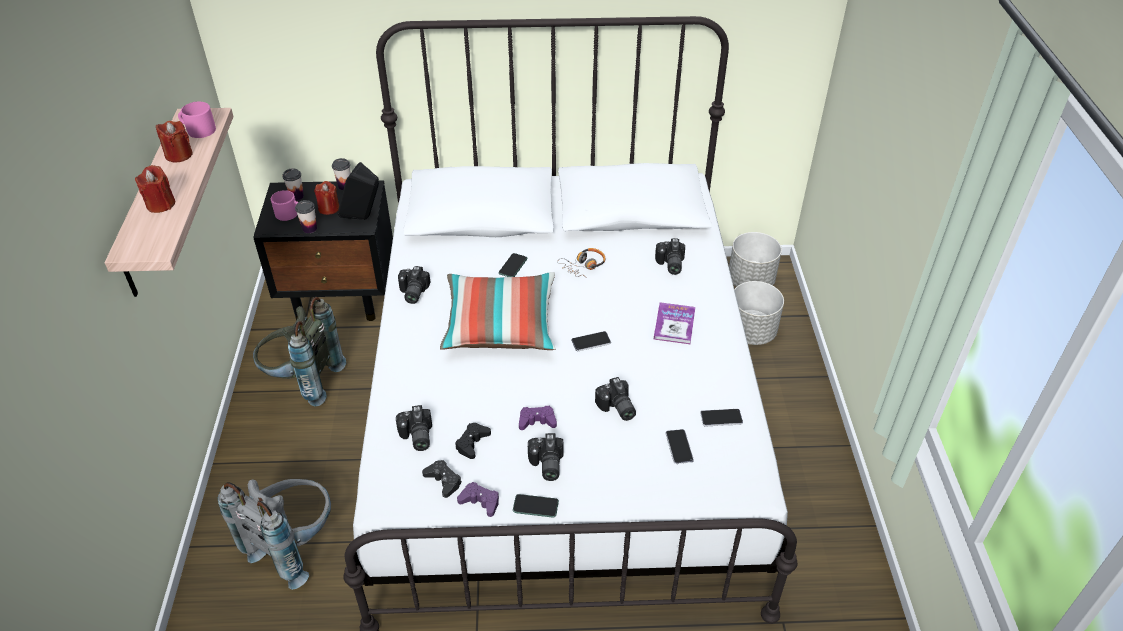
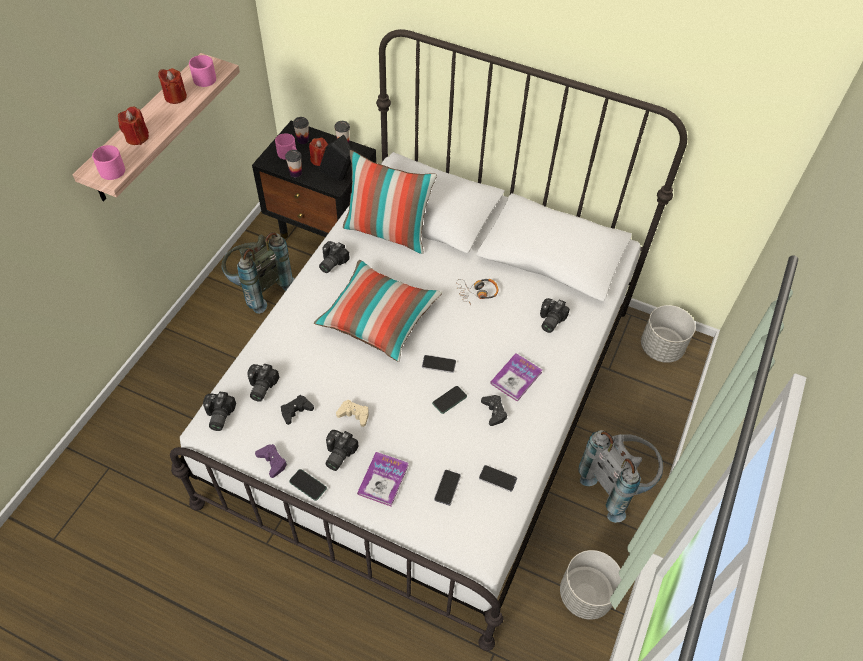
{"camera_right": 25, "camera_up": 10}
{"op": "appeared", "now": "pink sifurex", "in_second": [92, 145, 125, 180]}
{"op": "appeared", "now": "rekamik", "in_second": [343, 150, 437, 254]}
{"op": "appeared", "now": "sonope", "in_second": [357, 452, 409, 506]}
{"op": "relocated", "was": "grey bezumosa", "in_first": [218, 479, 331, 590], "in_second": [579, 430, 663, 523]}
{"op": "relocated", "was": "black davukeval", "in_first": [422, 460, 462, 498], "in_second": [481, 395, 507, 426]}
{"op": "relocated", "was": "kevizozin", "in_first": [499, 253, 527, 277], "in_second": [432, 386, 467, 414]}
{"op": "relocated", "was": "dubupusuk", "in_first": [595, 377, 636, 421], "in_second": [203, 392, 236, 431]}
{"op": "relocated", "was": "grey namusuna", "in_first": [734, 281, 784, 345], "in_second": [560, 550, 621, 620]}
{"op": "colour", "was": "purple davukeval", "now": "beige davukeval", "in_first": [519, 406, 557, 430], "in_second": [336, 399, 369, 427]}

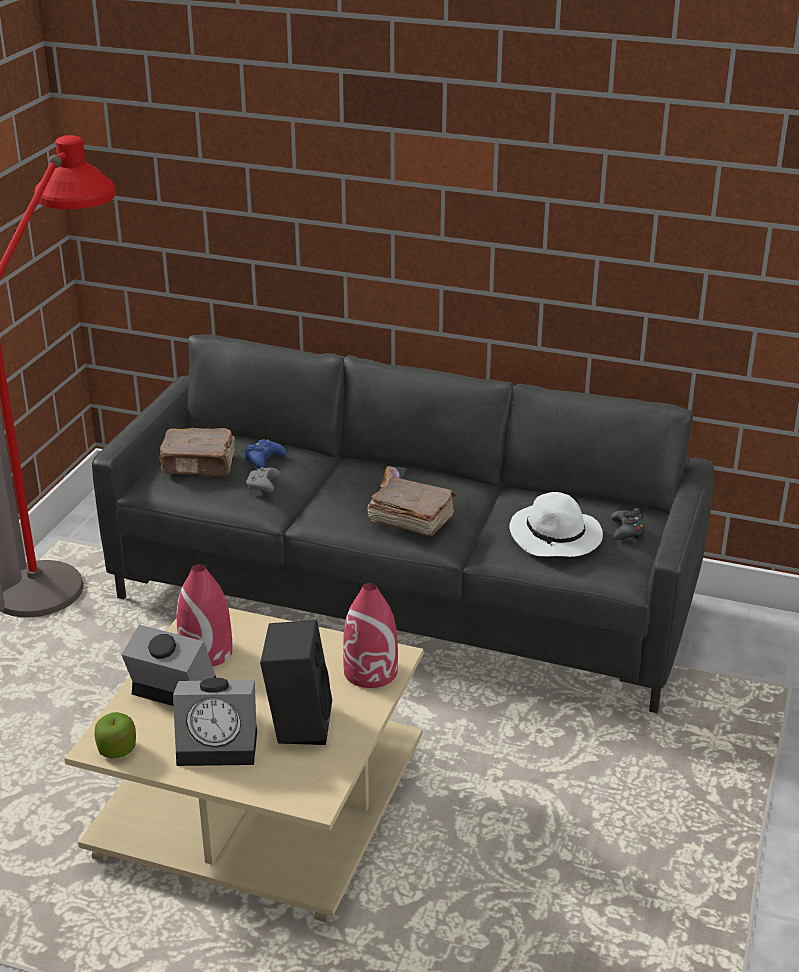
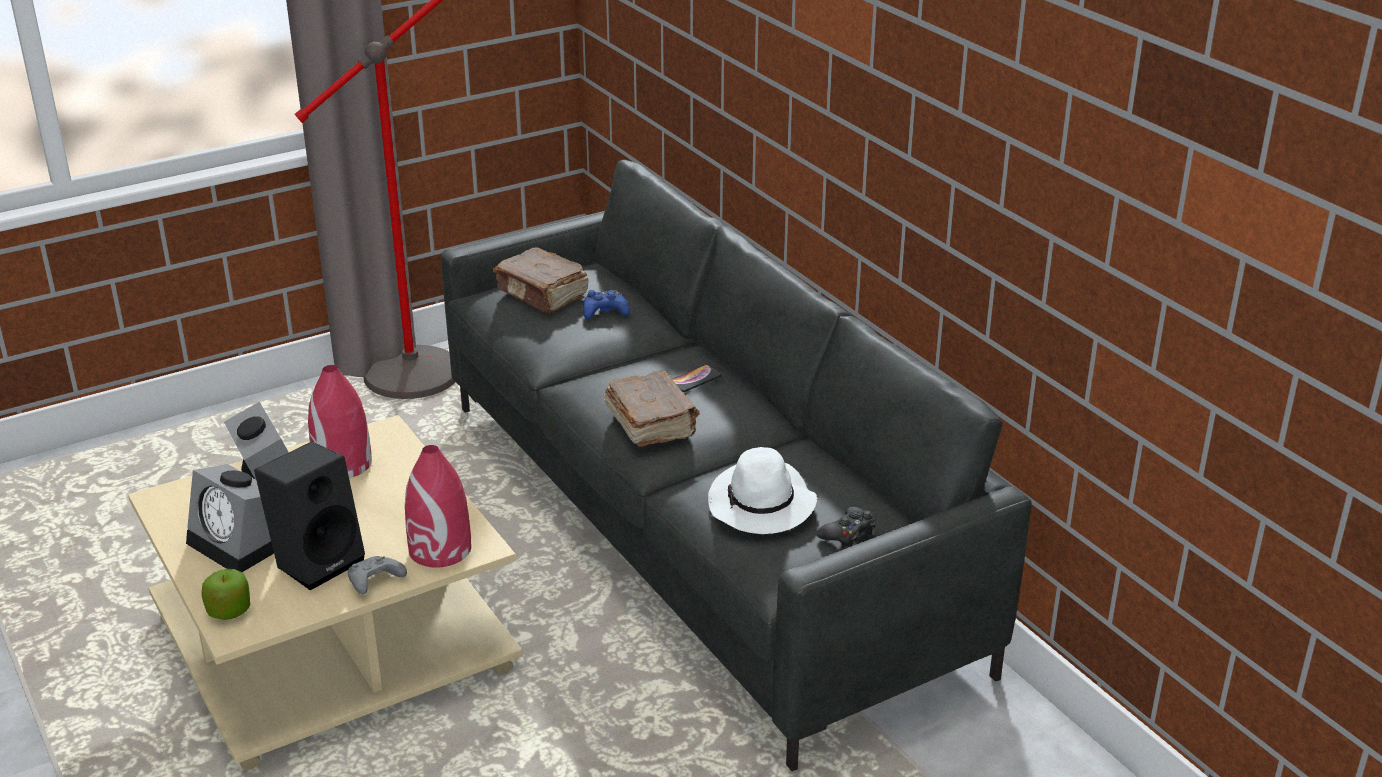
{"camera_right": 40, "camera_up": 0}
{"op": "relocated", "was": "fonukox", "in_first": [94, 712, 136, 759], "in_second": [201, 569, 250, 620]}
{"op": "relocated", "was": "grey davukeval", "in_first": [246, 467, 280, 492], "in_second": [348, 556, 407, 594]}

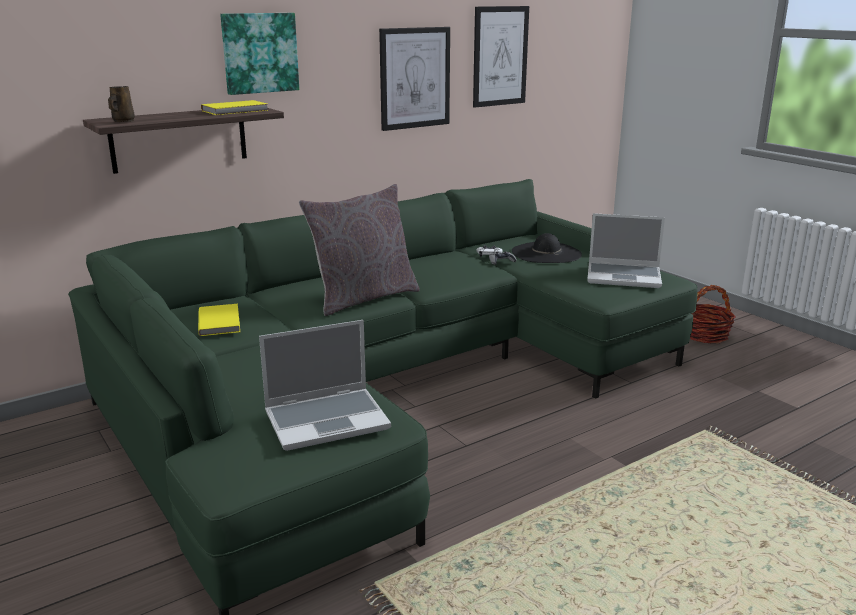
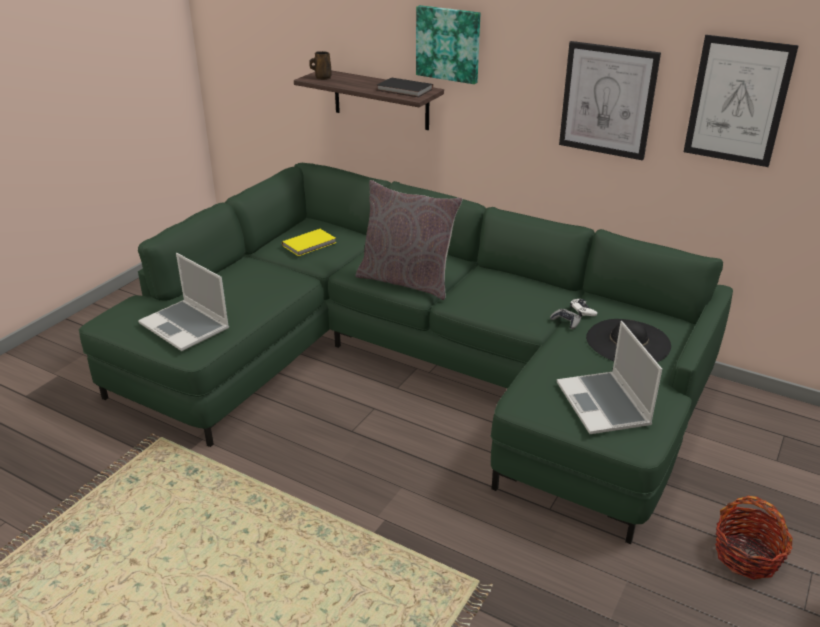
{"camera_right": 65, "camera_up": 10}
{"op": "colour", "was": "yellow sonope", "now": "black sonope", "in_first": [201, 100, 269, 115], "in_second": [377, 77, 433, 97]}

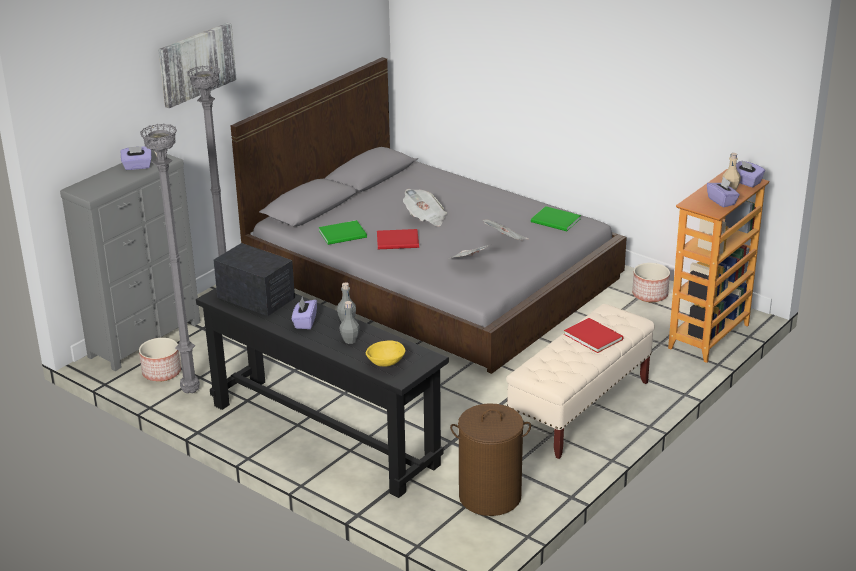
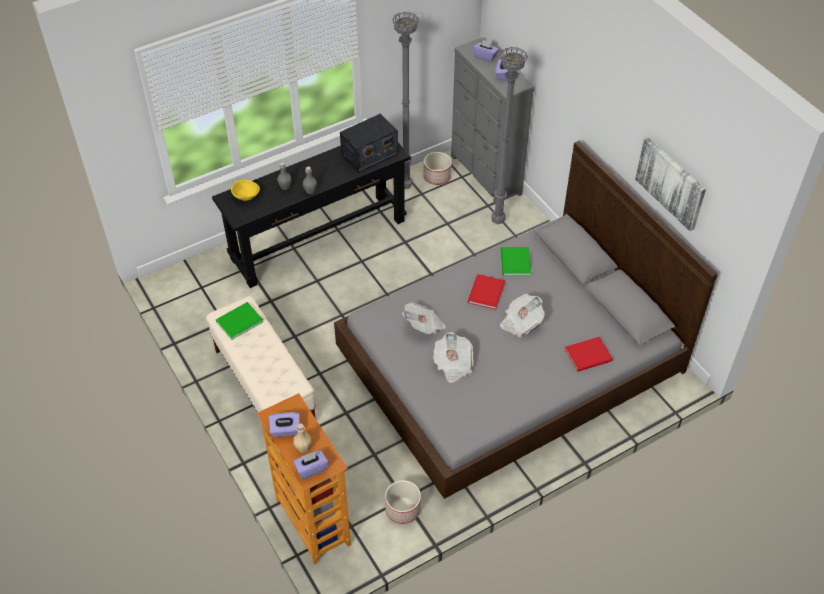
{"camera_right": 110, "camera_up": 20}
{"op": "missing", "was": "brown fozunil", "in_first": [450, 403, 531, 516]}
{"op": "relocated", "was": "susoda", "in_first": [158, 23, 237, 108], "in_second": [635, 137, 706, 231]}
{"op": "relocated", "was": "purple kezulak", "in_first": [292, 297, 317, 329], "in_second": [473, 40, 499, 62]}
{"op": "relocated", "was": "green sonope", "in_first": [531, 206, 581, 231], "in_second": [216, 302, 263, 340]}
{"op": "relocated", "was": "red sonope", "in_first": [564, 318, 624, 353], "in_second": [565, 337, 613, 372]}

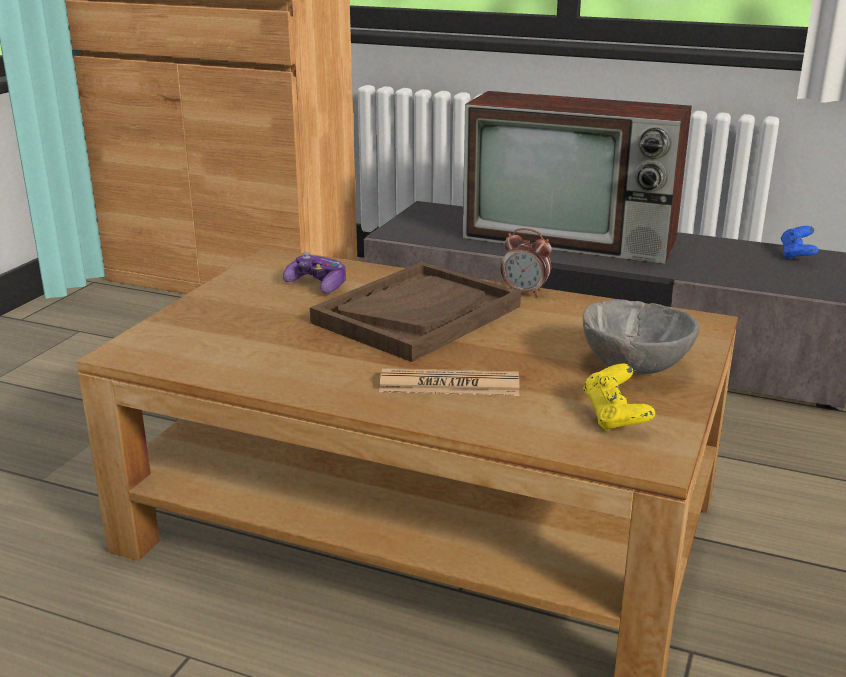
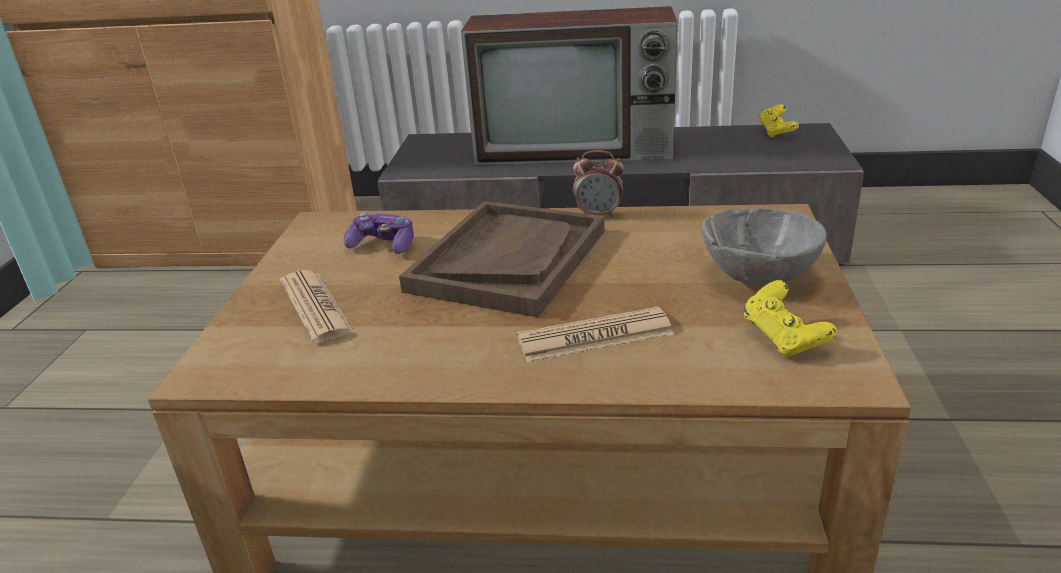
{"camera_right": -15, "camera_up": 5}
{"op": "appeared", "now": "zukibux", "in_second": [280, 270, 355, 343]}
{"op": "colour", "was": "blue davukeval", "now": "yellow davukeval", "in_first": [781, 226, 819, 259], "in_second": [759, 104, 799, 138]}

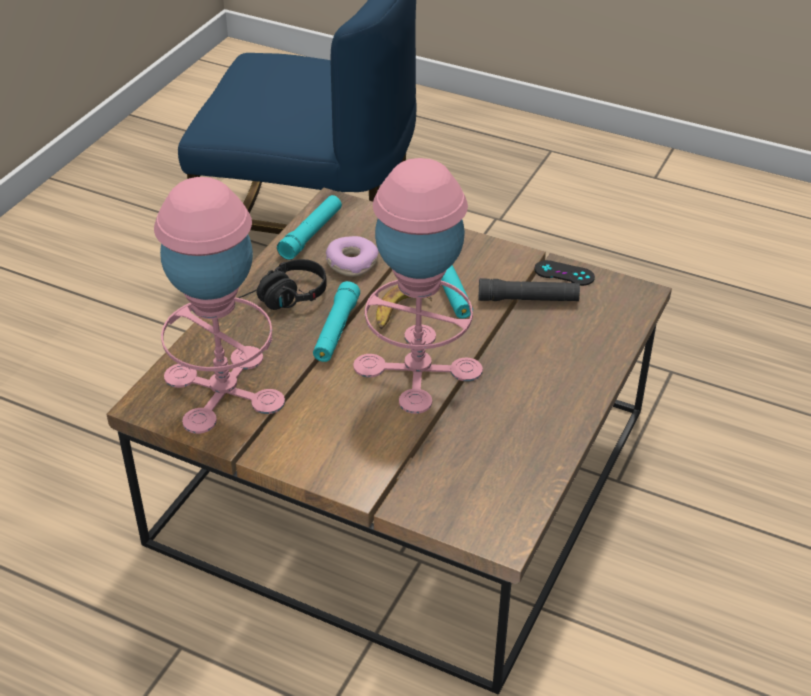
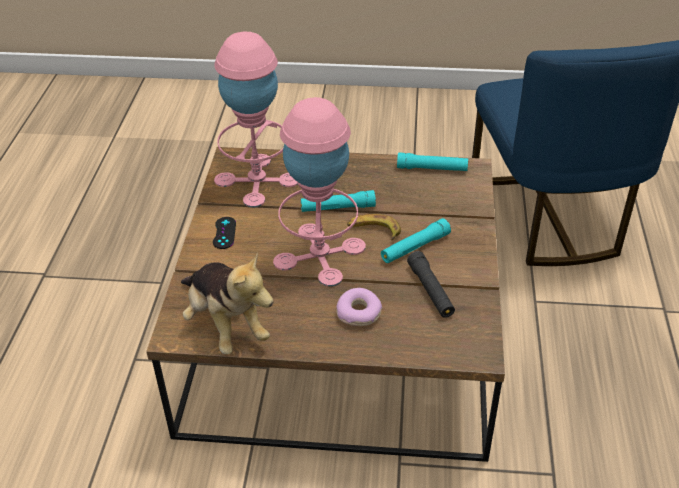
{"camera_right": 70, "camera_up": 0}
{"op": "missing", "was": "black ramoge", "in_first": [238, 259, 327, 310]}
{"op": "appeared", "now": "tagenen", "in_second": [181, 253, 273, 354]}
{"op": "relocated", "was": "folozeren", "in_first": [326, 236, 378, 277], "in_second": [336, 288, 382, 326]}
{"op": "relocated", "was": "black davukeval", "in_first": [534, 260, 595, 286], "in_second": [213, 217, 236, 249]}

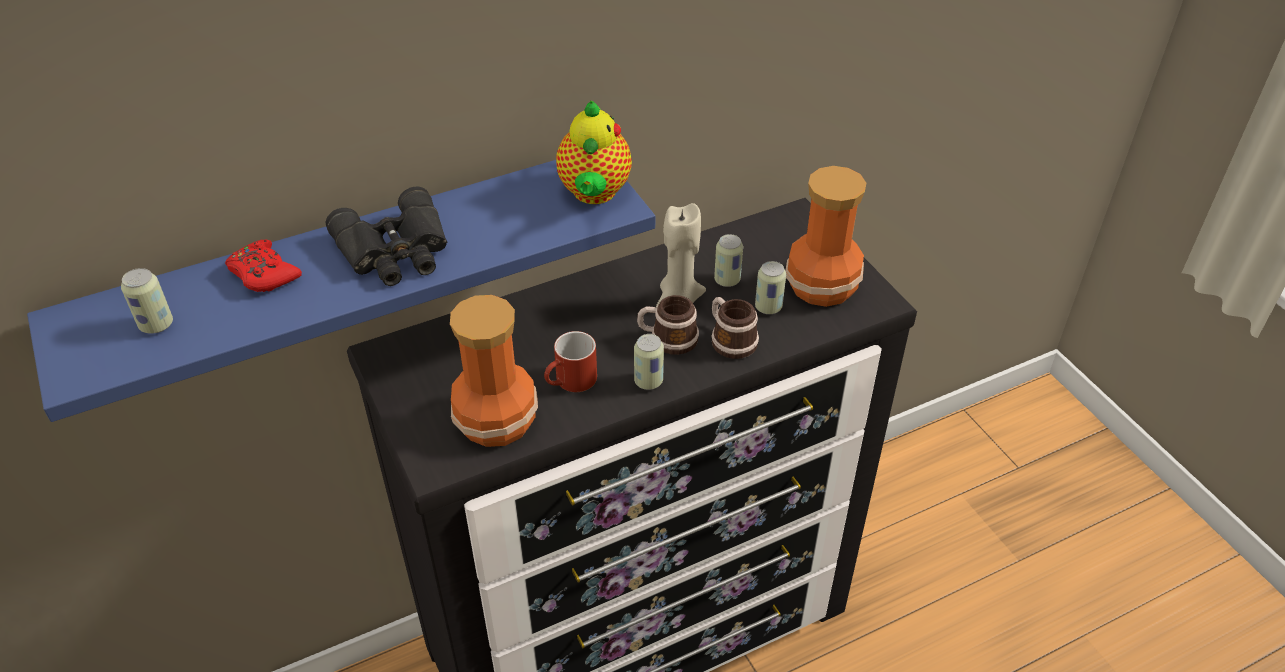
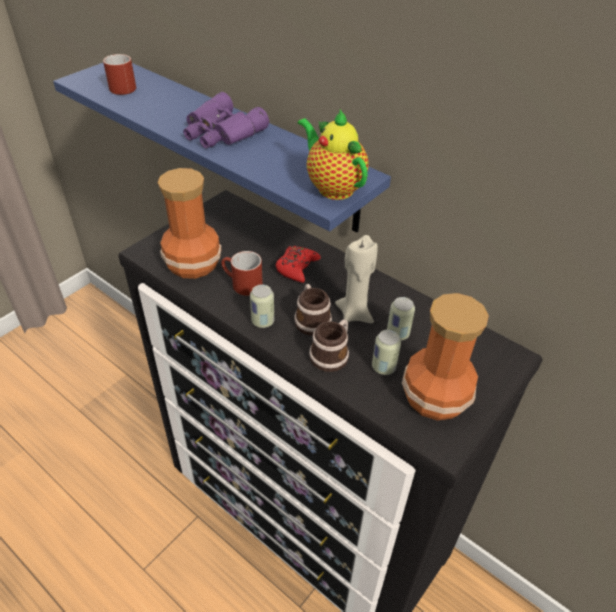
{"camera_right": 65, "camera_up": 0}
{"op": "relocated", "was": "red davukeval", "in_first": [225, 240, 302, 292], "in_second": [276, 246, 321, 283]}
{"op": "exchanged", "was": "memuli", "now": "red sifurex", "in_first": [121, 268, 173, 334], "in_second": [103, 54, 136, 95]}
{"op": "colour", "was": "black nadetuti", "now": "purple nadetuti", "in_first": [325, 186, 447, 286], "in_second": [183, 92, 269, 148]}
{"op": "spun", "was": "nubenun", "in_first": [556, 101, 632, 204], "in_second": [298, 109, 369, 200], "clockwise": 75}

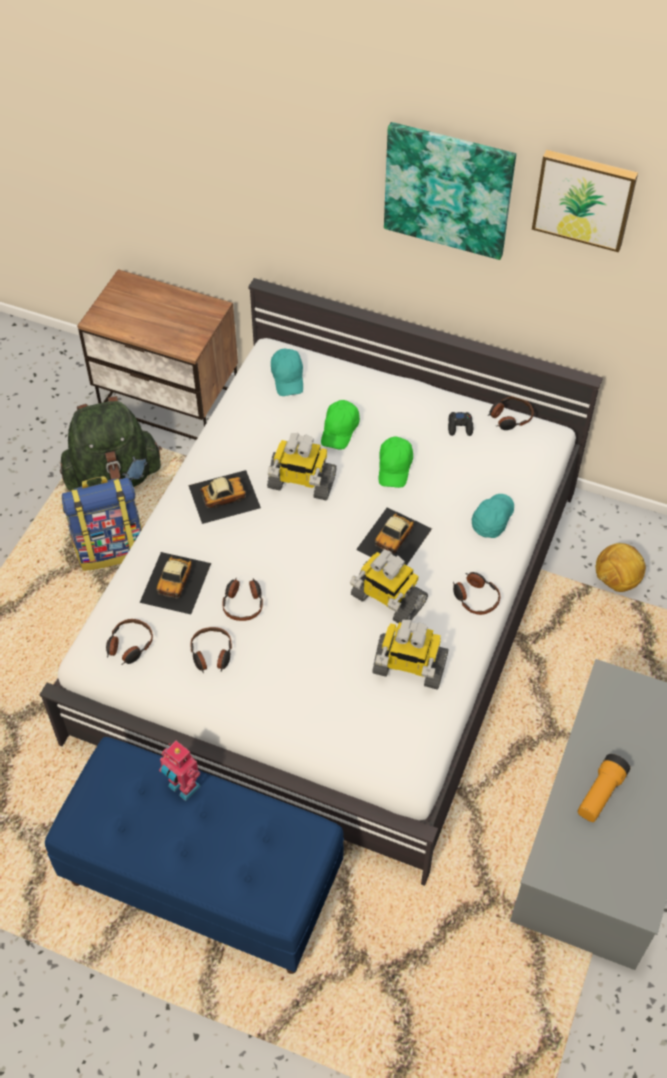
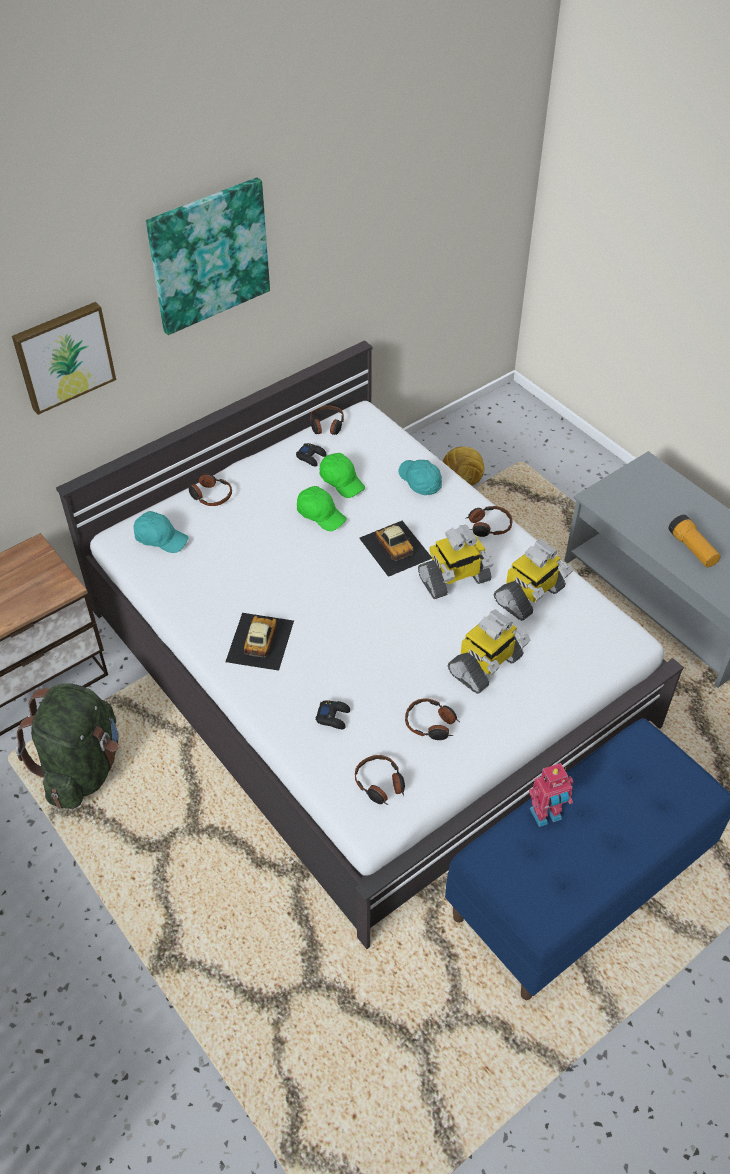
{"camera_right": -60, "camera_up": -5}
{"op": "missing", "was": "bezumosa", "in_first": [62, 476, 142, 571]}
{"op": "relocated", "was": "ramoge", "in_first": [222, 577, 263, 621], "in_second": [187, 474, 232, 506]}
{"op": "relocated", "was": "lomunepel", "in_first": [267, 433, 337, 500], "in_second": [448, 609, 531, 694]}
{"op": "relocated", "was": "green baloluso", "in_first": [321, 400, 360, 450], "in_second": [320, 453, 365, 498]}
{"op": "relocated", "was": "susoda", "in_first": [532, 150, 638, 252], "in_second": [12, 302, 116, 415]}
{"op": "exchanged", "was": "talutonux", "now": "black davukeval", "in_first": [140, 552, 211, 614], "in_second": [315, 700, 350, 729]}

